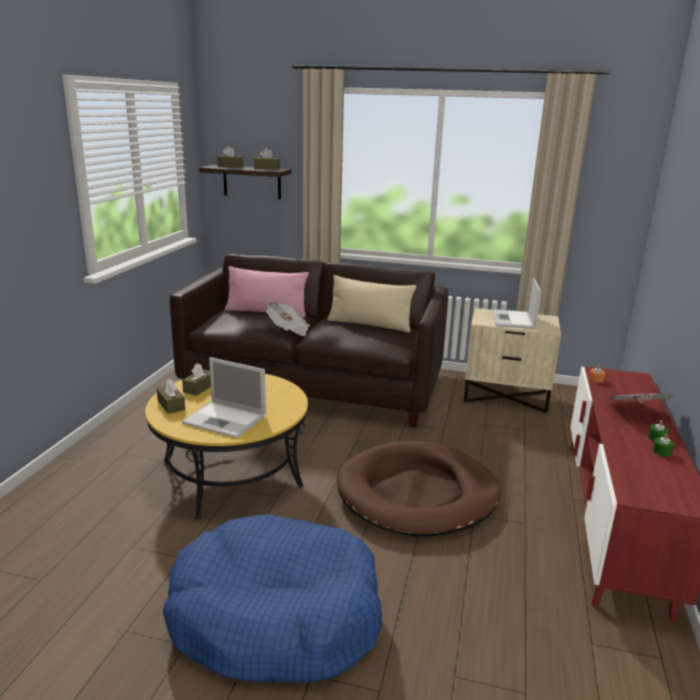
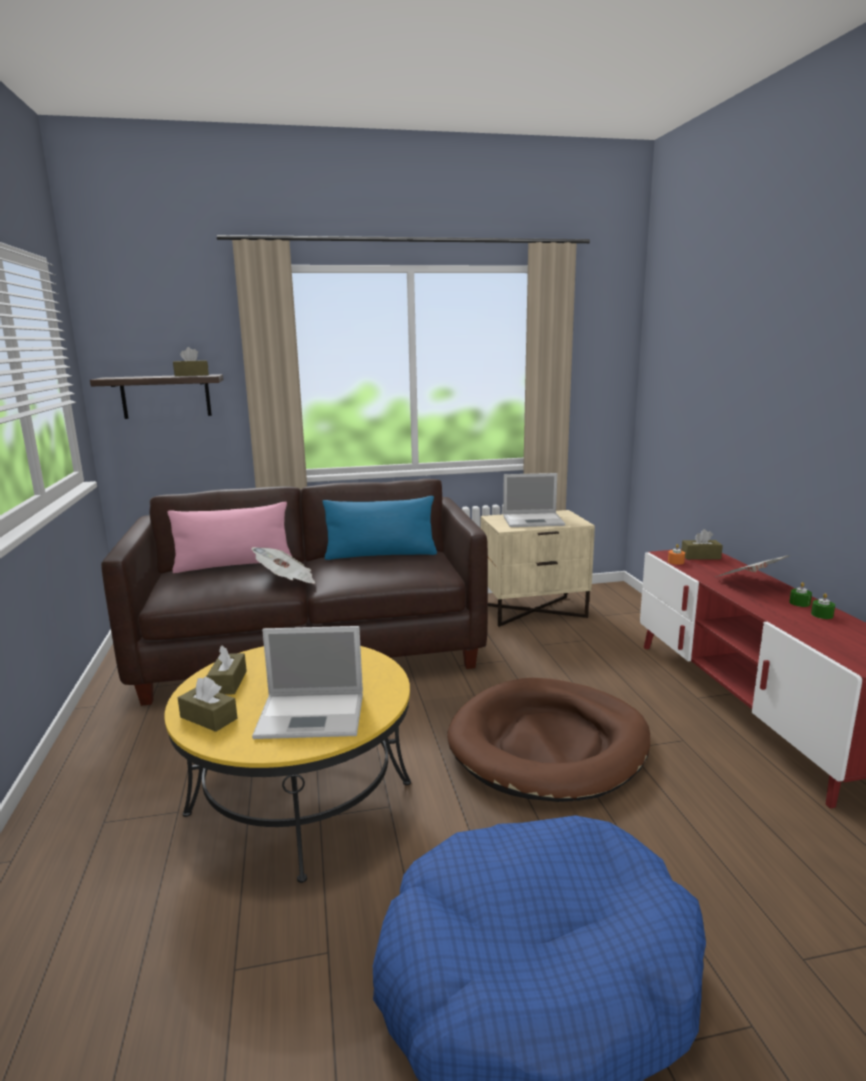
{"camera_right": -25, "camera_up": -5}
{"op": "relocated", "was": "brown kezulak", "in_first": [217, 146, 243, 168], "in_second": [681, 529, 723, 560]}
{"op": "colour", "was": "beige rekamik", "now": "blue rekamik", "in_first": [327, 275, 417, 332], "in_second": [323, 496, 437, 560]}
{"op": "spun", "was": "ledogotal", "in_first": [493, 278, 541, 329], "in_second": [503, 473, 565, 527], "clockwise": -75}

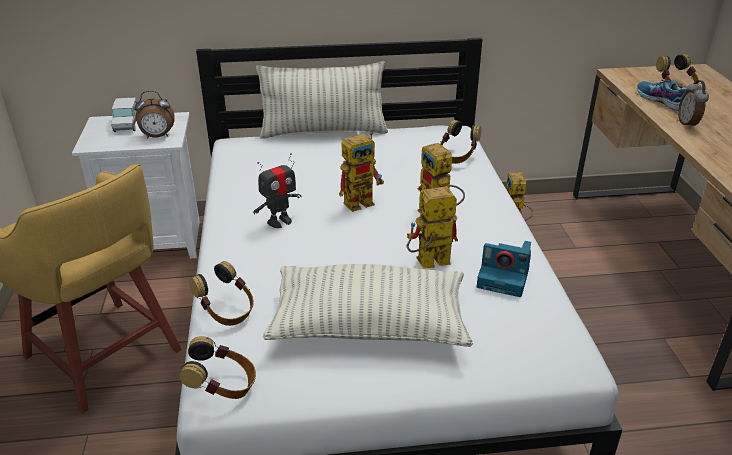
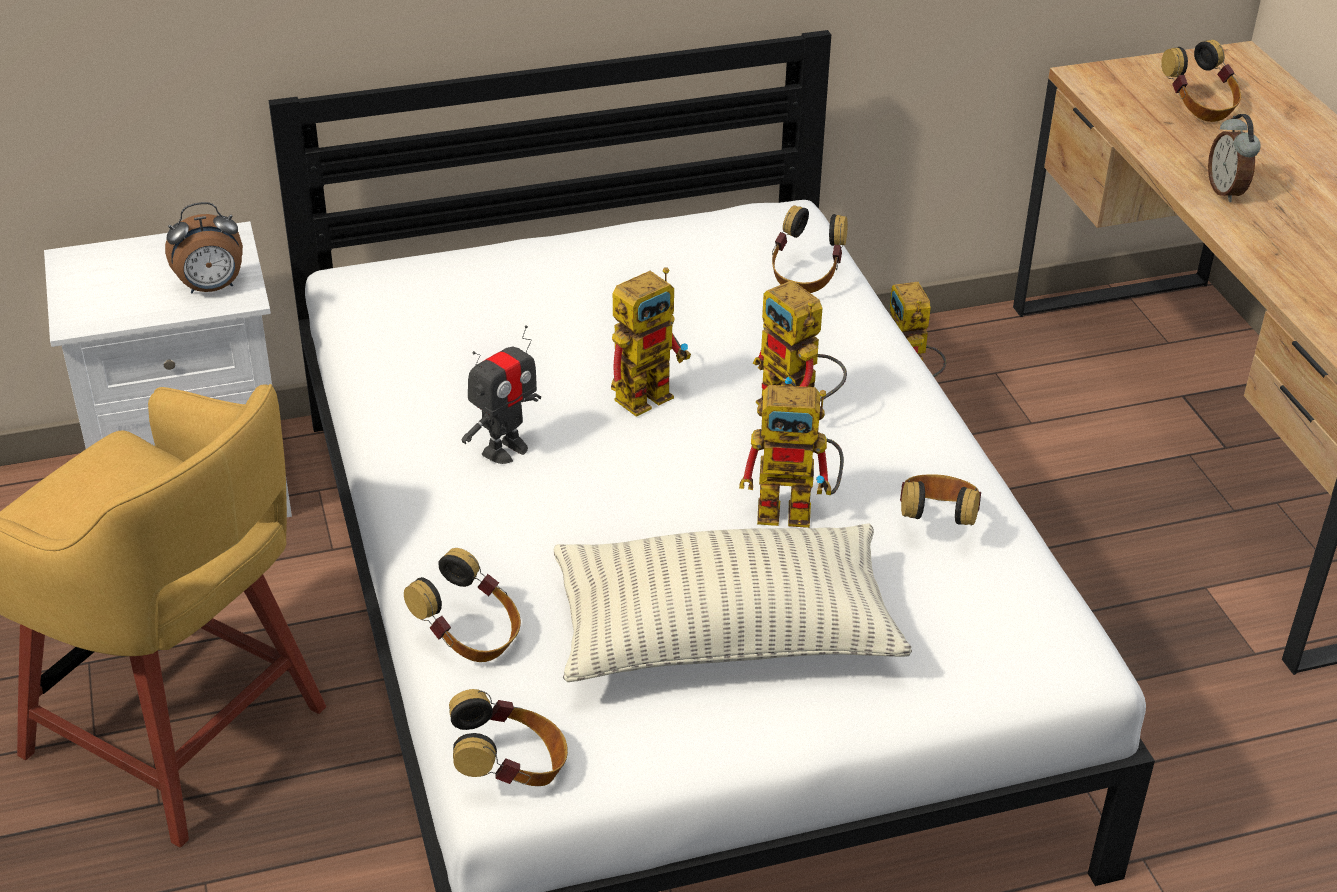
{"camera_right": -10, "camera_up": 5}
{"op": "missing", "was": "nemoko", "in_first": [111, 97, 137, 132]}
{"op": "missing", "was": "rekamik", "in_first": [256, 61, 388, 138]}
{"op": "missing", "was": "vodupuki", "in_first": [637, 80, 688, 111]}
{"op": "exchanged", "was": "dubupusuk", "now": "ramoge", "in_first": [477, 241, 531, 297], "in_second": [900, 474, 981, 525]}
{"op": "spun", "was": "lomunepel", "in_first": [406, 186, 458, 269], "in_second": [739, 385, 844, 528], "clockwise": -150}

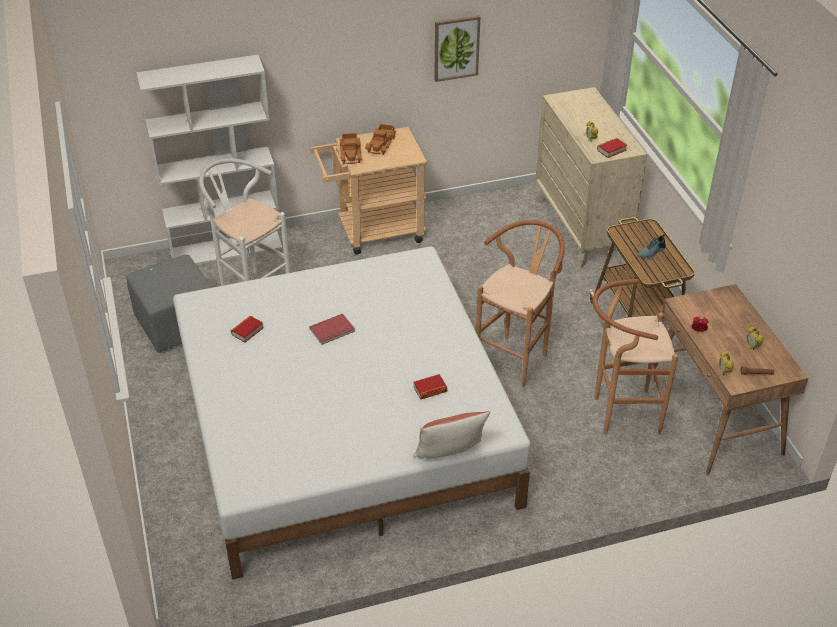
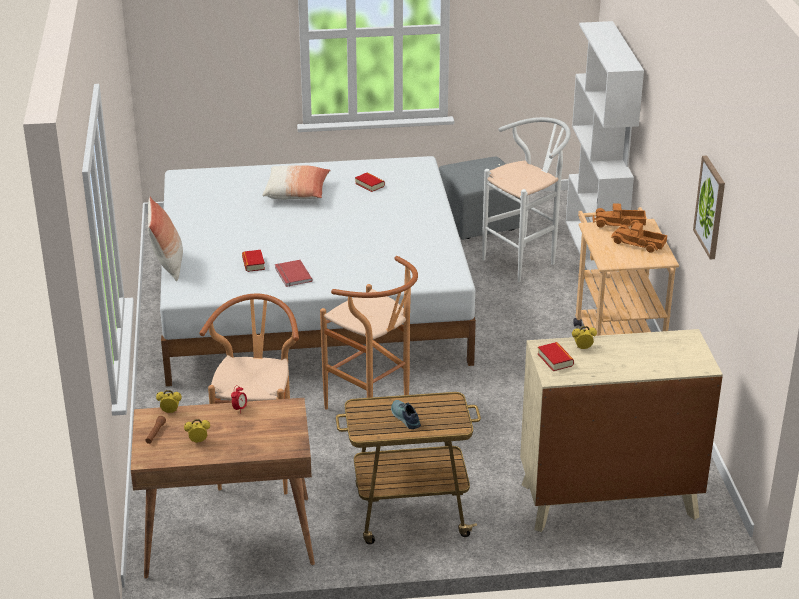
{"camera_right": 100, "camera_up": -10}
{"op": "appeared", "now": "rekamik", "in_second": [262, 165, 331, 200]}
{"op": "relocated", "was": "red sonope", "in_first": [309, 314, 355, 345], "in_second": [275, 260, 313, 287]}

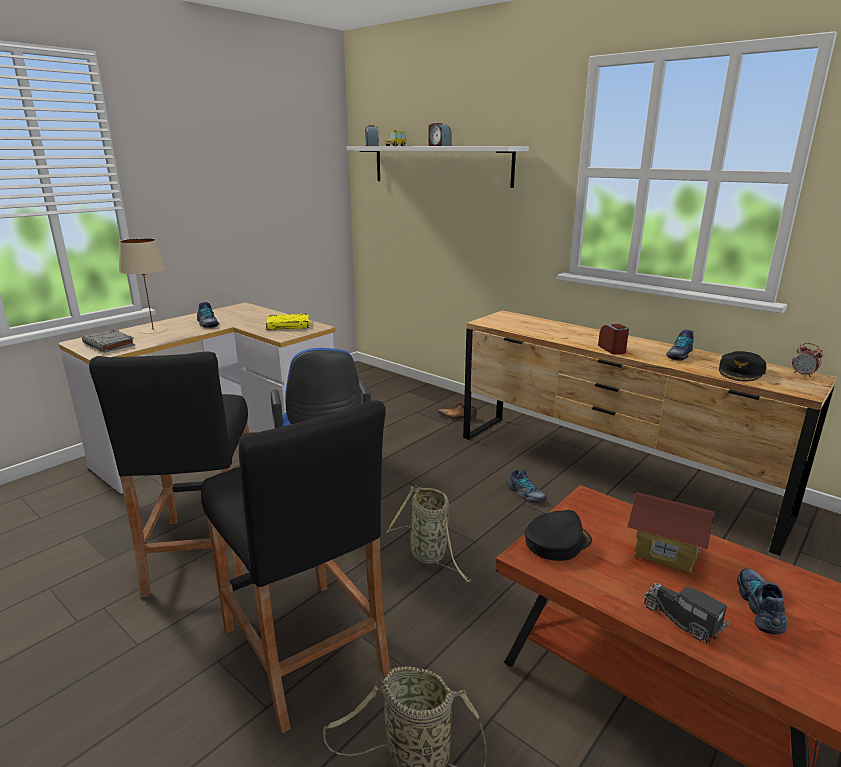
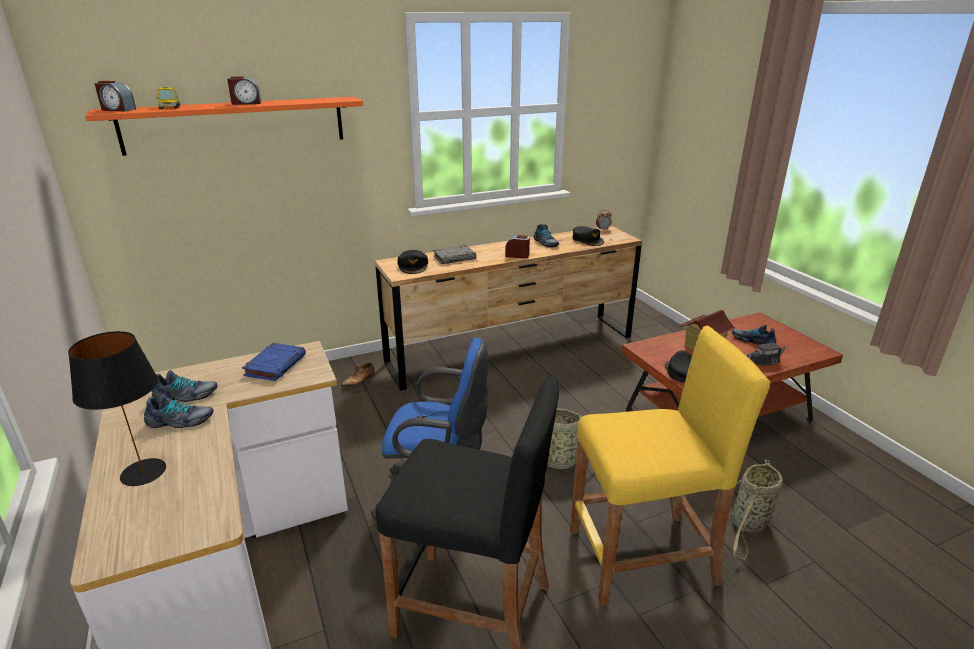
{"camera_right": -65, "camera_up": 5}
{"op": "appeared", "now": "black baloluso", "in_second": [397, 250, 428, 274]}
{"op": "relocated", "was": "grey sonope", "in_first": [82, 329, 135, 353], "in_second": [433, 245, 476, 264]}
{"op": "relocated", "was": "vodupuki", "in_first": [507, 469, 547, 503], "in_second": [152, 370, 218, 402]}
{"op": "colour", "was": "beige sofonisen", "now": "black sofonisen", "in_first": [119, 238, 167, 334], "in_second": [68, 331, 166, 486]}
{"op": "colour", "was": "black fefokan", "now": "yellow fefokan", "in_first": [201, 400, 391, 734], "in_second": [570, 326, 770, 606]}
{"op": "colour", "was": "yellow sonope", "now": "blue sonope", "in_first": [266, 314, 309, 330], "in_second": [242, 343, 306, 381]}
{"op": "colour", "was": "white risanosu", "now": "orange risanosu", "in_first": [347, 146, 529, 188], "in_second": [85, 97, 363, 156]}

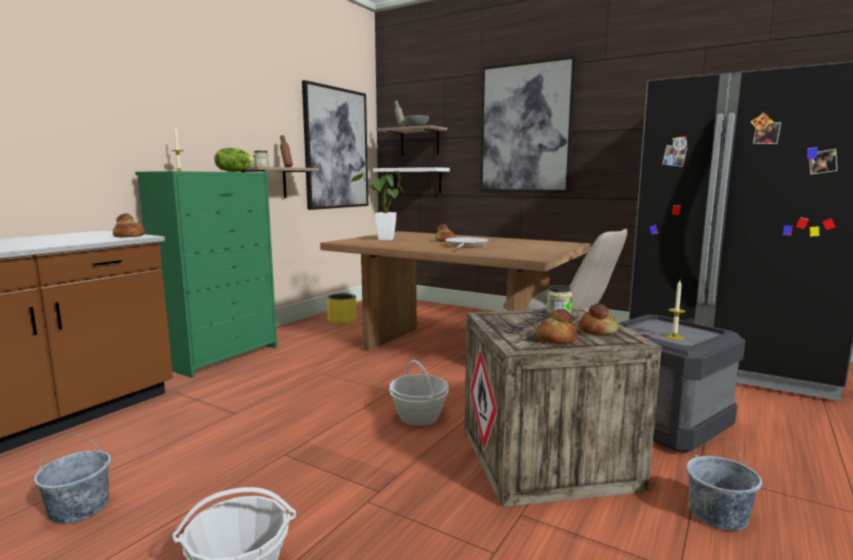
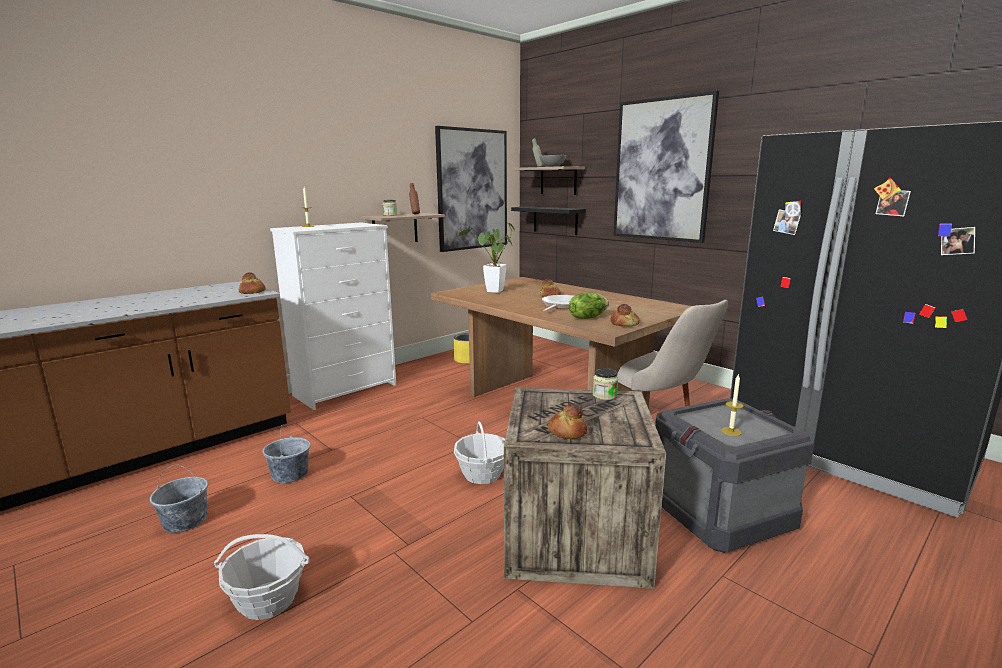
{"camera_right": 15, "camera_up": 5}
{"op": "relocated", "was": "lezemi", "in_first": [214, 148, 255, 172], "in_second": [569, 292, 609, 319]}
{"op": "relocated", "was": "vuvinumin", "in_first": [578, 303, 619, 335], "in_second": [610, 304, 640, 326]}
{"op": "relocated", "was": "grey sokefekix", "in_first": [686, 439, 762, 531], "in_second": [262, 426, 311, 483]}
{"op": "colour", "was": "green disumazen", "now": "white disumazen", "in_first": [135, 171, 277, 378], "in_second": [270, 223, 396, 410]}
{"op": "colour", "was": "white risanosu", "now": "black risanosu", "in_first": [373, 167, 450, 194], "in_second": [511, 206, 586, 235]}

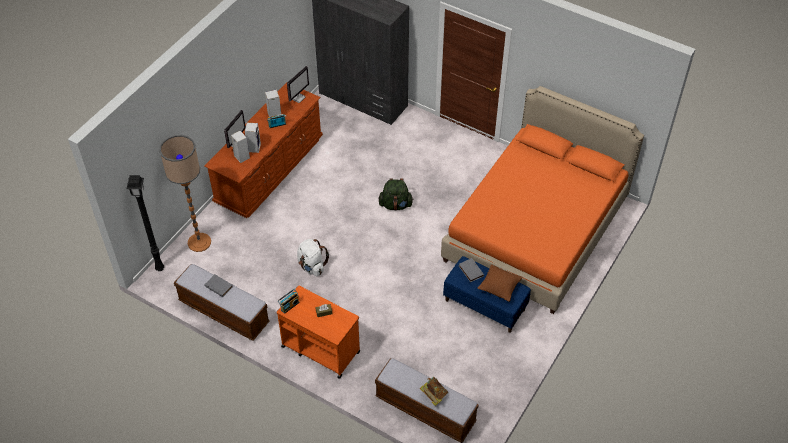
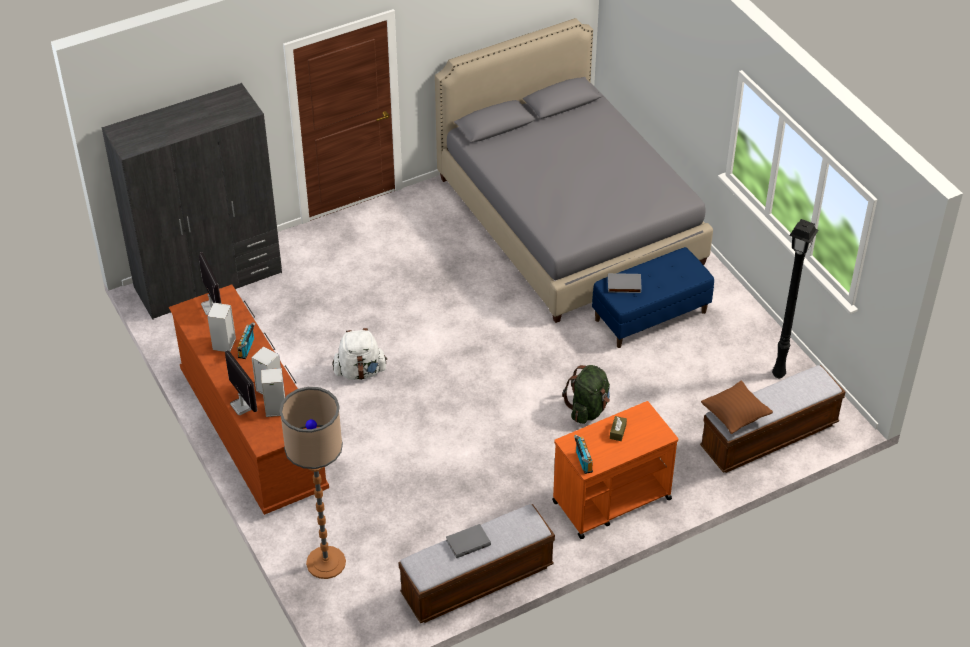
{"camera_right": -60, "camera_up": -5}
{"op": "missing", "was": "sonope", "in_first": [420, 377, 448, 406]}
{"op": "relocated", "was": "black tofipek", "in_first": [127, 175, 164, 271], "in_second": [772, 219, 818, 378]}
{"op": "relocated", "was": "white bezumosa", "in_first": [297, 239, 329, 276], "in_second": [332, 328, 387, 380]}
{"op": "relocated", "was": "green bezumosa", "in_first": [378, 178, 414, 210], "in_second": [562, 365, 610, 424]}
{"op": "relocated", "was": "brown rekamik", "in_first": [477, 264, 522, 302], "in_second": [701, 381, 773, 434]}
{"op": "colour", "was": "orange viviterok", "now": "grey viviterok", "in_first": [441, 86, 644, 314], "in_second": [435, 18, 713, 323]}

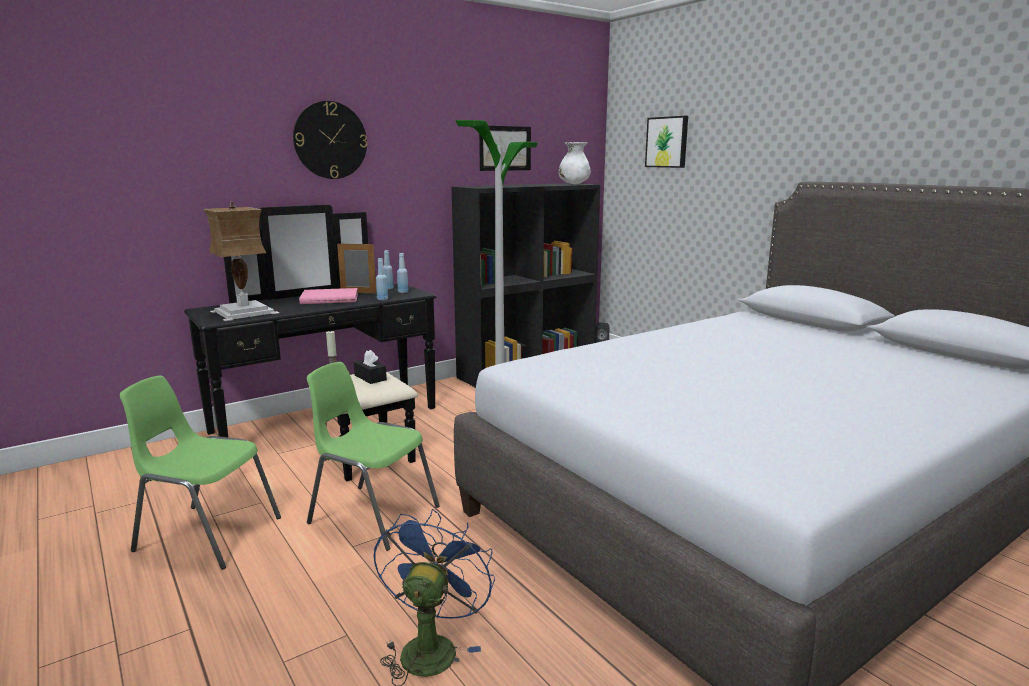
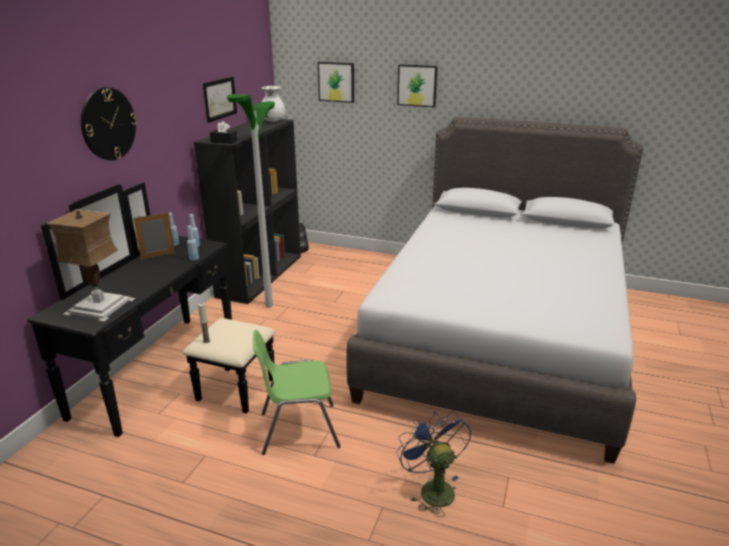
{"camera_right": -35, "camera_up": 10}
{"op": "missing", "was": "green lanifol", "in_first": [120, 376, 281, 570]}
{"op": "missing", "was": "pink sonope", "in_first": [299, 288, 358, 304]}
{"op": "appeared", "now": "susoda", "in_second": [397, 64, 438, 107]}
{"op": "relocated", "was": "black kezulak", "in_first": [354, 350, 387, 384], "in_second": [210, 121, 237, 144]}

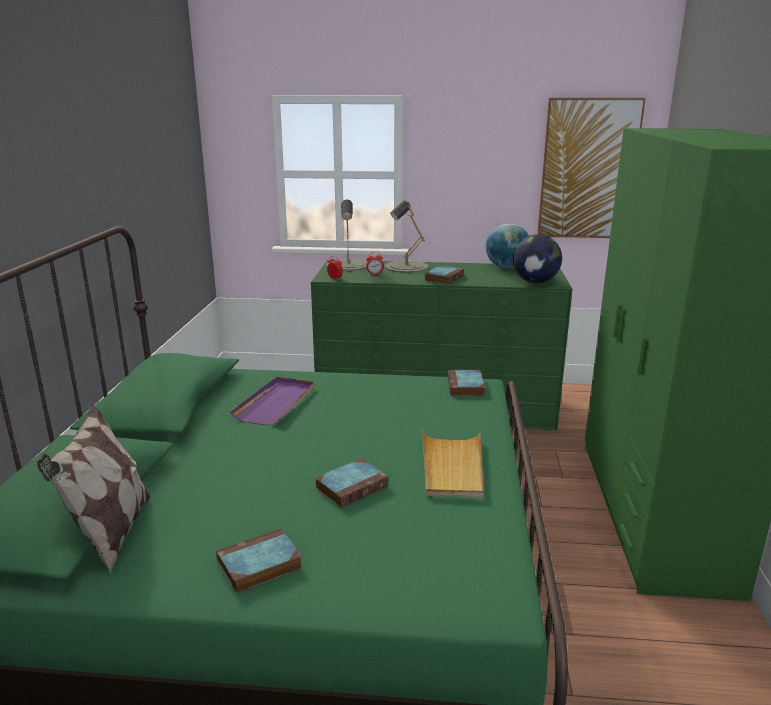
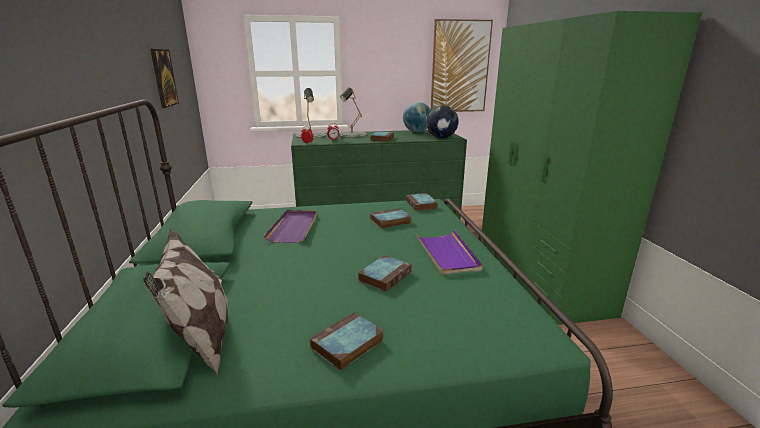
{"camera_right": -15, "camera_up": 0}
{"op": "appeared", "now": "susoda", "in_second": [150, 49, 179, 108]}
{"op": "appeared", "now": "sonope", "in_second": [370, 208, 411, 229]}
{"op": "colour", "was": "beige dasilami", "now": "purple dasilami", "in_first": [422, 431, 484, 498], "in_second": [415, 230, 483, 275]}

